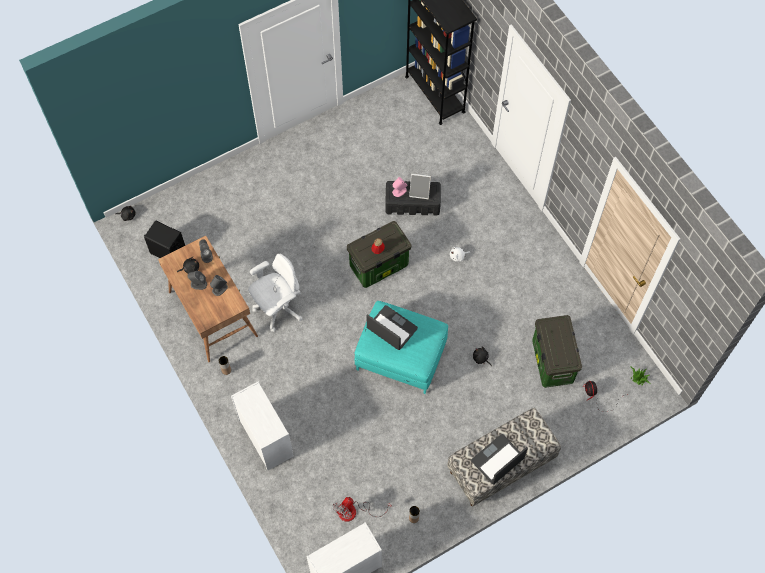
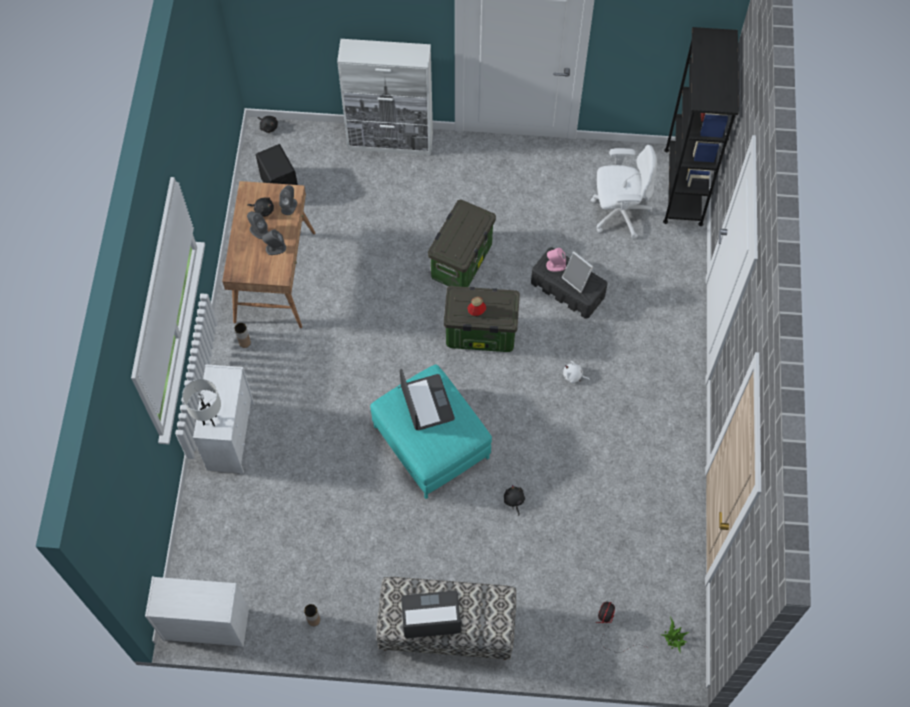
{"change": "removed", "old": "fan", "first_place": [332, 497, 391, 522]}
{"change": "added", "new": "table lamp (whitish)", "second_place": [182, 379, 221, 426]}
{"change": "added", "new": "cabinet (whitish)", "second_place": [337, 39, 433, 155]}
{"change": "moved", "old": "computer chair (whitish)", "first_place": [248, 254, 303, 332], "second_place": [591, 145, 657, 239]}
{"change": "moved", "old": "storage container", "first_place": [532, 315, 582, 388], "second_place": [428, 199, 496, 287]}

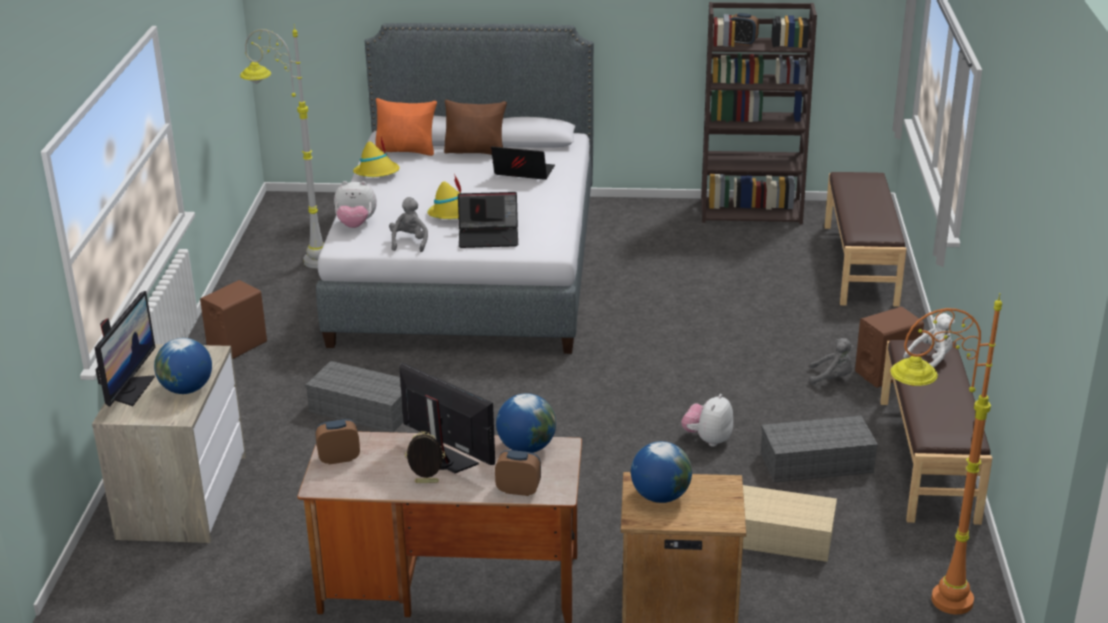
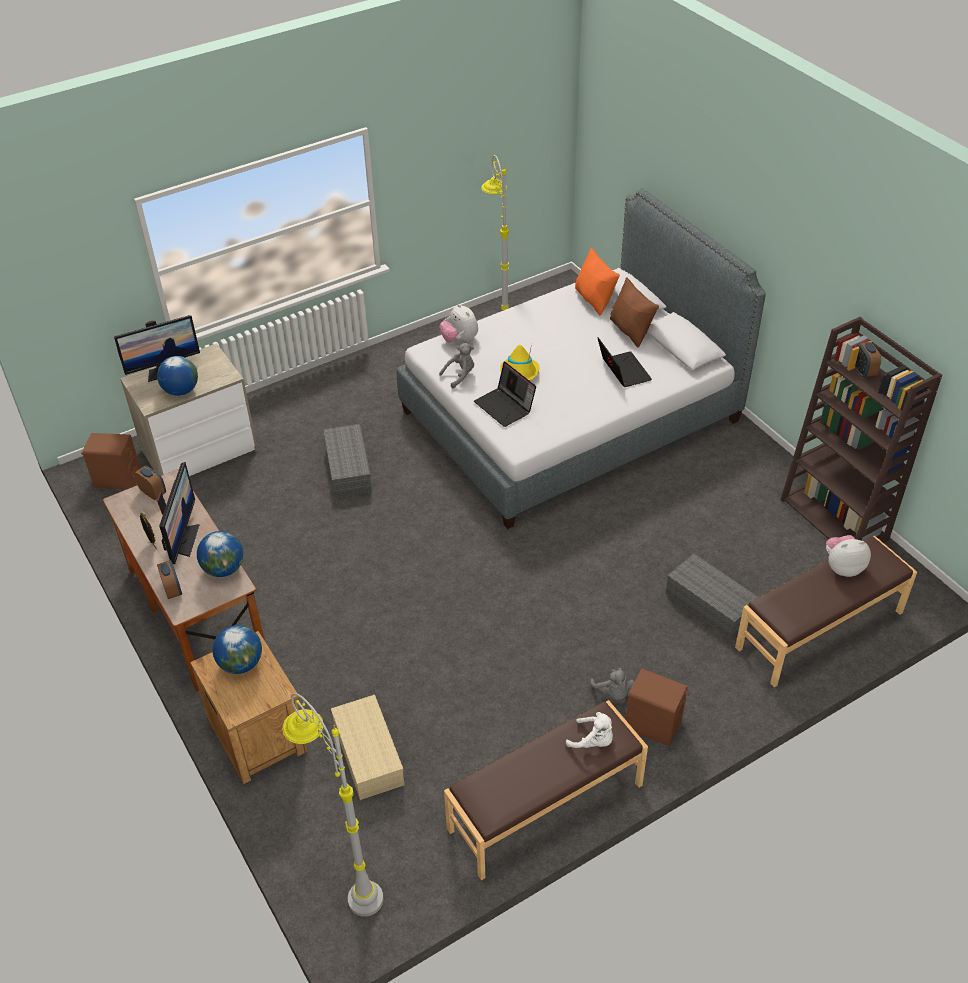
{"change": "removed", "old": "clothing hat (yellowish)", "first_place": [353, 137, 400, 177]}
{"change": "moved", "old": "loudspeaker (brown-coloured)", "first_place": [200, 280, 267, 359], "second_place": [81, 433, 141, 489]}
{"change": "moved", "old": "soft toy", "first_place": [681, 394, 733, 447], "second_place": [826, 535, 871, 577]}
{"change": "moved", "old": "storage container (gray)", "first_place": [761, 415, 878, 483], "second_place": [666, 554, 758, 640]}
{"change": "recoloured", "old": "standing lamp (orange-coloured)", "new": "standing lamp (gray)", "first_place": [890, 293, 1002, 615], "second_place": [283, 693, 384, 917]}

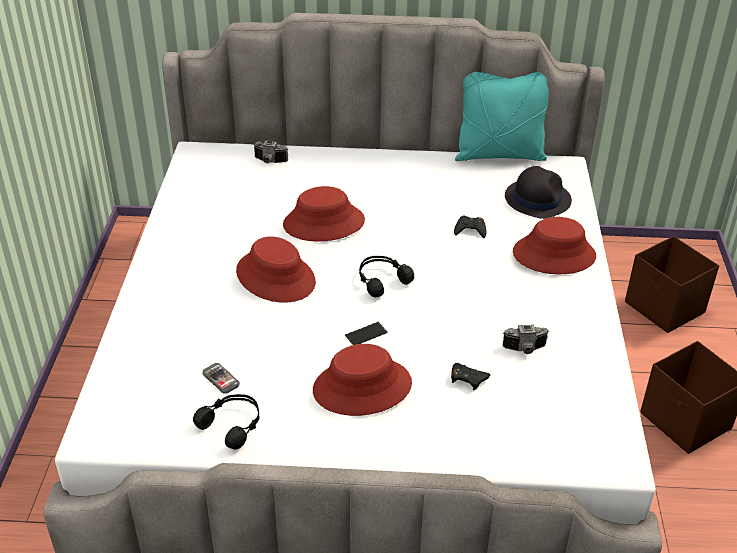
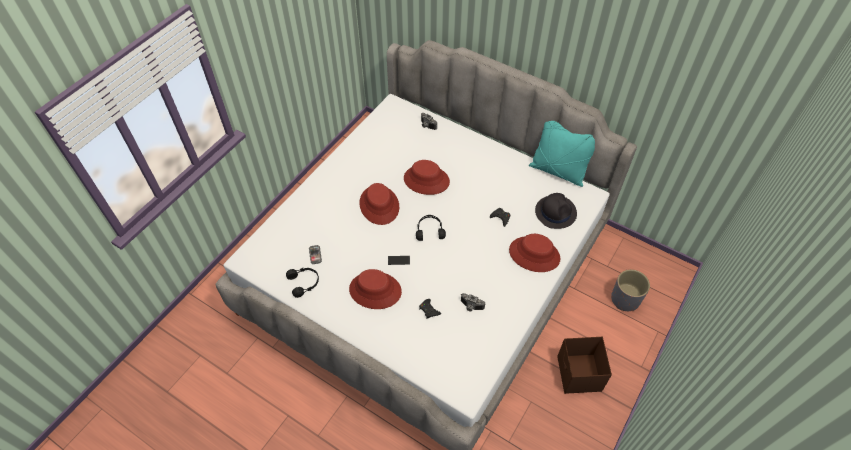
{"change": "replaced", "old": "storage container (brown-coloured)", "new": "flower pot (gray)", "first_place": [625, 236, 719, 333], "second_place": [611, 269, 650, 311]}

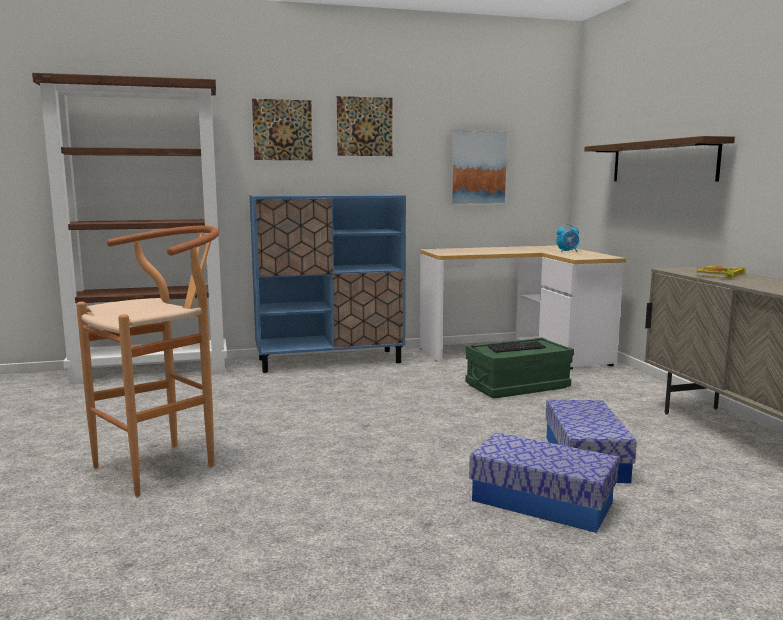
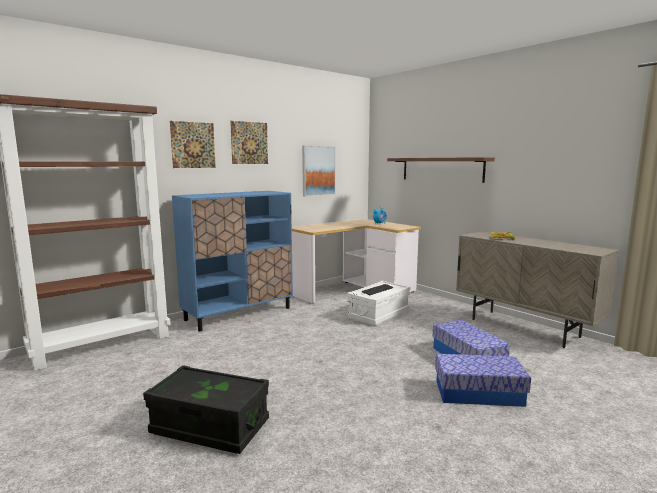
{"change": "replaced", "old": "stool seat (brown-coloured)", "new": "storage container (blackish)", "first_place": [76, 226, 219, 497], "second_place": [143, 365, 269, 454]}
{"change": "recoloured", "old": "storage container (greenish)", "new": "storage container (whitish)", "first_place": [465, 337, 574, 398], "second_place": [347, 281, 410, 326]}

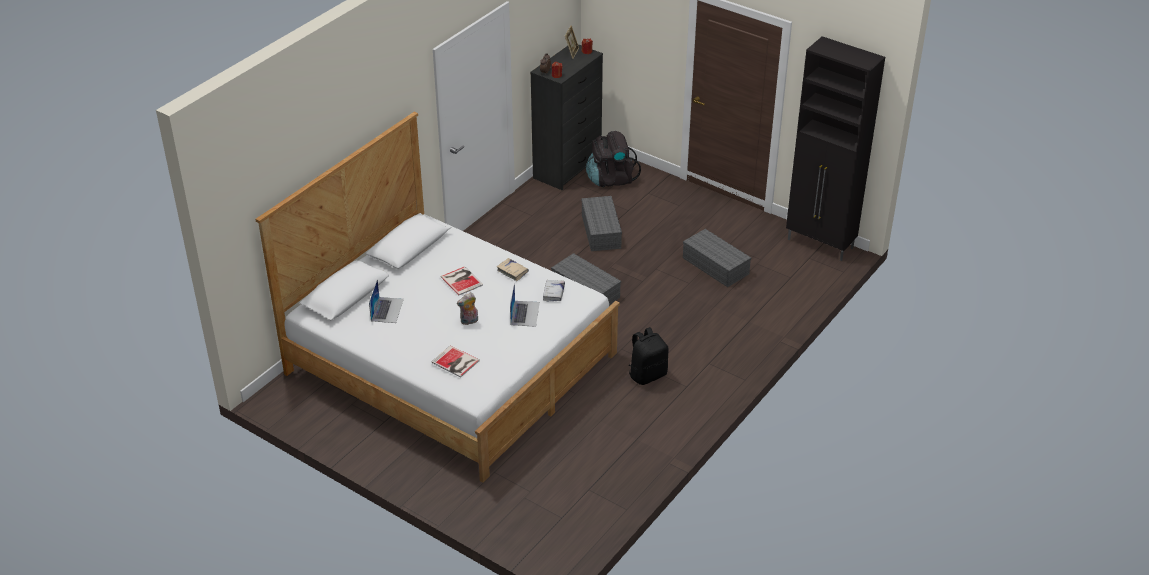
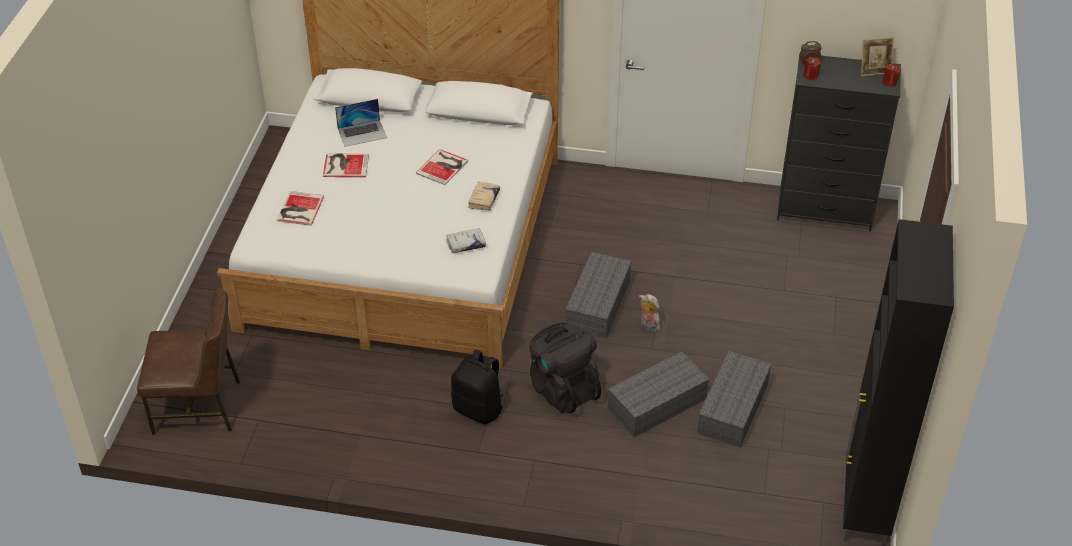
{"change": "removed", "old": "portable computer", "first_place": [510, 283, 540, 327]}
{"change": "added", "new": "plain chair (brown-coloured)", "second_place": [137, 288, 240, 435]}
{"change": "added", "new": "bound book", "second_place": [323, 154, 369, 177]}
{"change": "moved", "old": "soft toy", "first_place": [457, 292, 478, 325], "second_place": [639, 294, 660, 332]}
{"change": "moved", "old": "storage container (gray)", "first_place": [581, 196, 622, 251], "second_place": [608, 351, 709, 437]}
{"change": "moved", "old": "backpack (blackish)", "first_place": [586, 131, 641, 187], "second_place": [530, 323, 601, 413]}

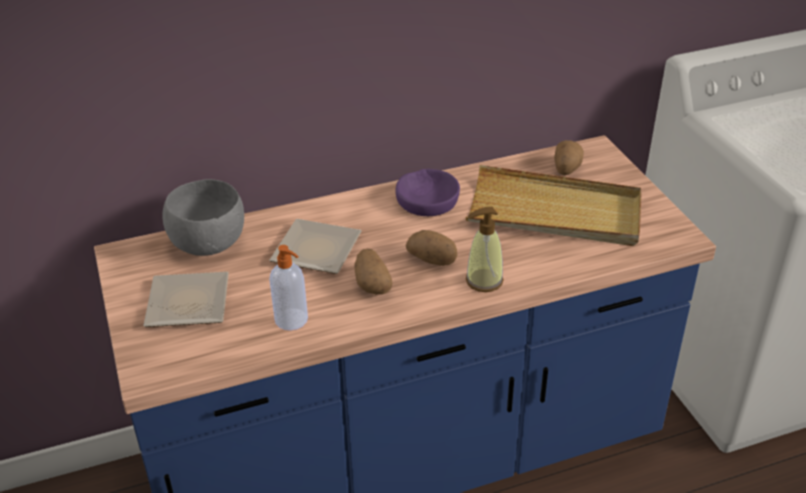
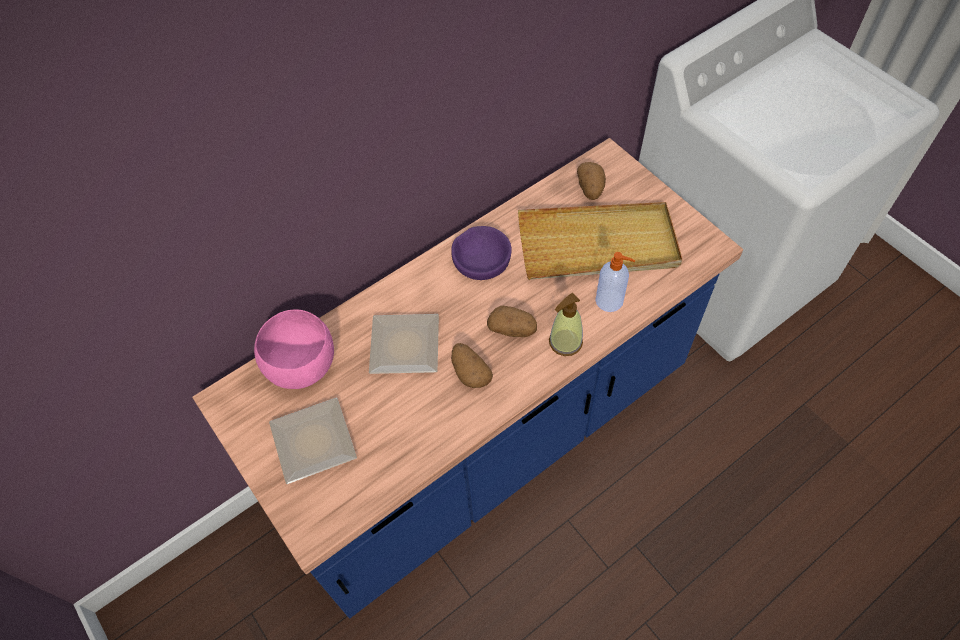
{"change": "moved", "old": "soap bottle", "first_place": [269, 245, 308, 331], "second_place": [595, 252, 636, 312]}
{"change": "recoloured", "old": "serving bowl (gray)", "new": "serving bowl (pink-coloured)", "first_place": [162, 179, 244, 256], "second_place": [254, 309, 334, 389]}

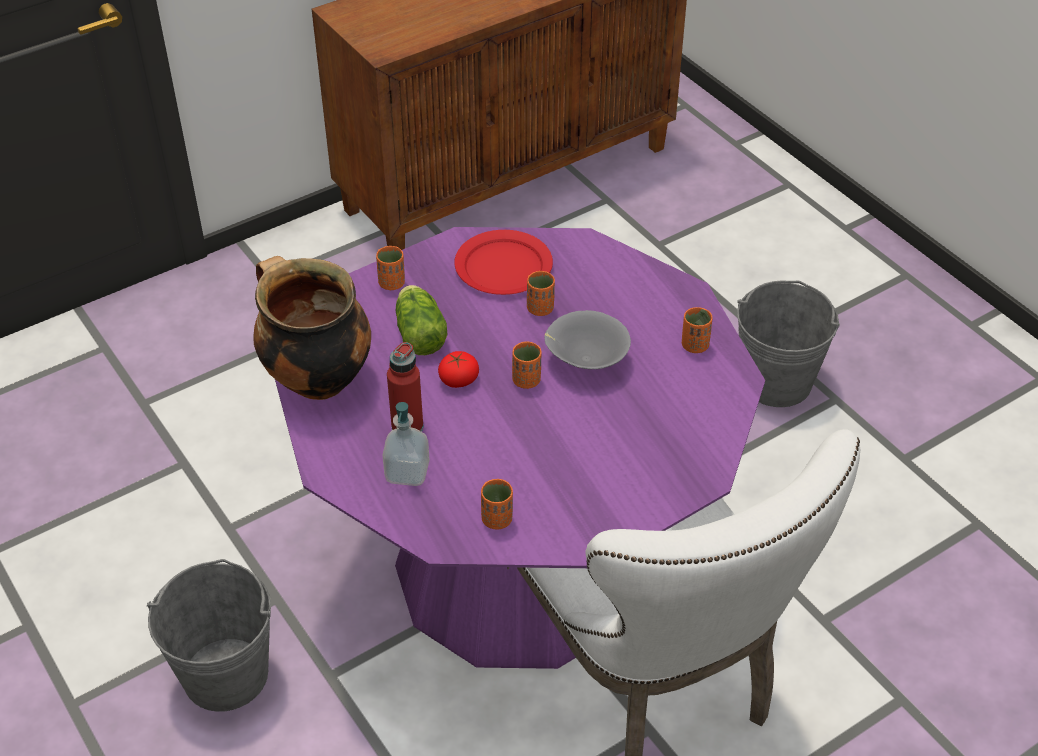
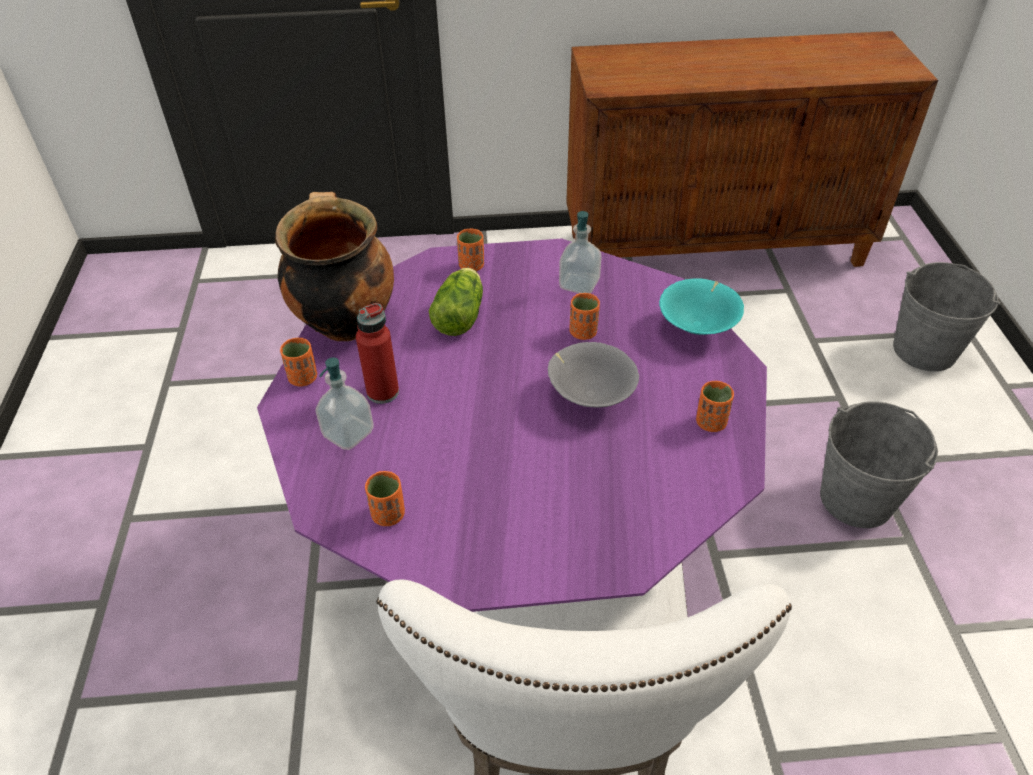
{"change": "removed", "old": "whole tomato", "first_place": [438, 351, 479, 388]}
{"change": "added", "new": "serving bowl (blue-green)", "second_place": [659, 278, 744, 335]}
{"change": "moved", "old": "pail (gray)", "first_place": [147, 559, 271, 712], "second_place": [893, 262, 1000, 371]}
{"change": "moved", "old": "cup (orange-coloured)", "first_place": [512, 341, 542, 389], "second_place": [280, 338, 317, 387]}
{"change": "replaced", "old": "dinner plate (red)", "new": "soap bottle", "first_place": [454, 230, 553, 295], "second_place": [559, 211, 601, 293]}

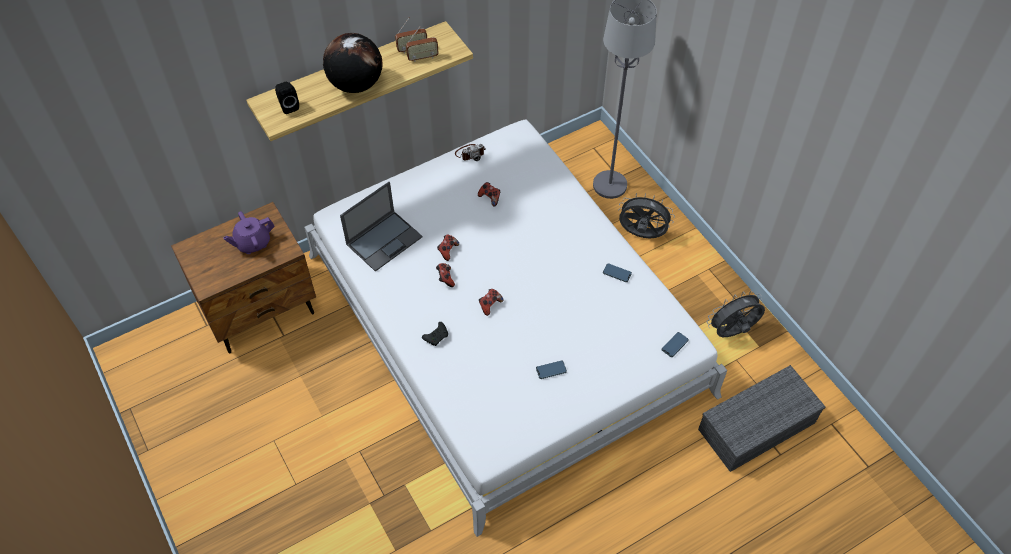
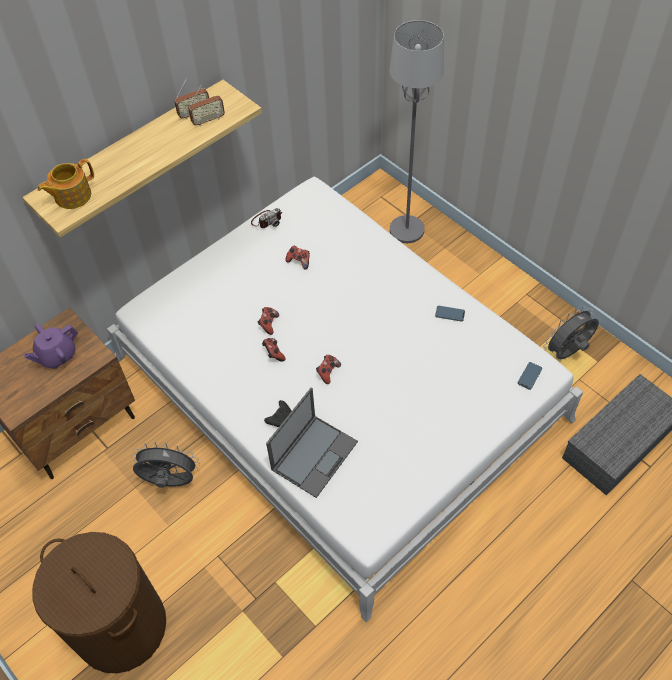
{"change": "removed", "old": "world globe", "first_place": [323, 33, 383, 93]}
{"change": "removed", "old": "phone", "first_place": [536, 361, 567, 379]}
{"change": "added", "new": "washing basket (brown-coloured)", "second_place": [32, 532, 166, 673]}
{"change": "moved", "old": "portable computer", "first_place": [340, 182, 423, 272], "second_place": [266, 388, 358, 498]}
{"change": "moved", "old": "fan (gray)", "first_place": [618, 193, 675, 238], "second_place": [132, 442, 200, 488]}
{"change": "replaced", "old": "loudspeaker (blackish)", "new": "teapot", "first_place": [275, 82, 299, 114], "second_place": [37, 159, 94, 209]}

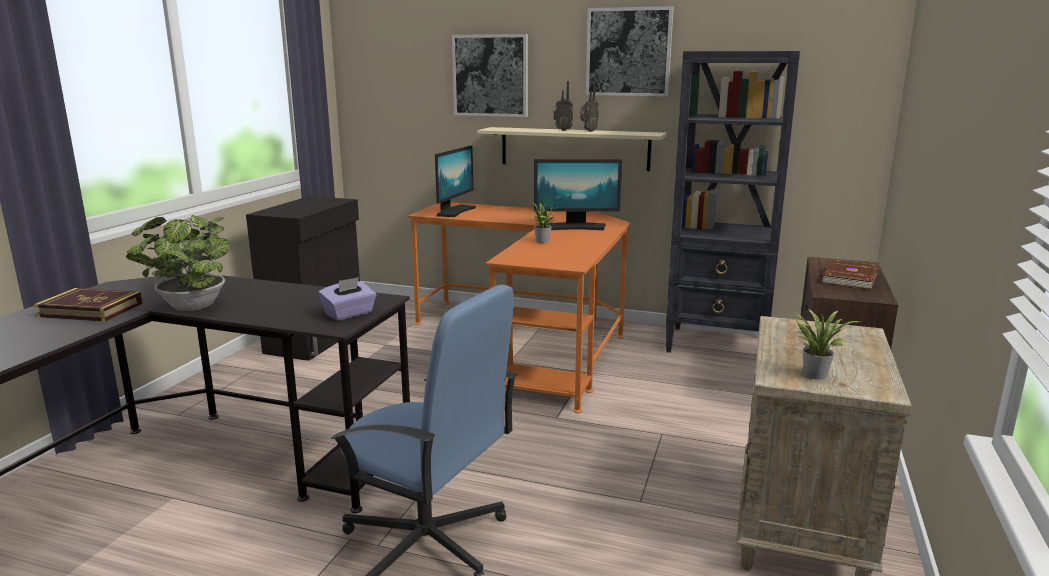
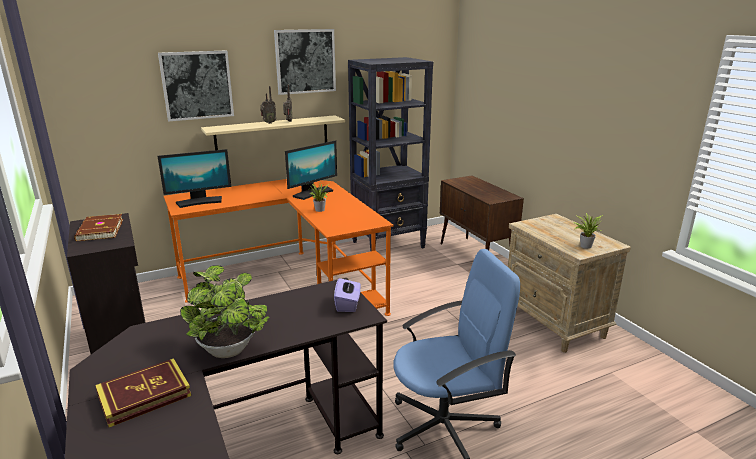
{"change": "moved", "old": "bound book (brown-coloured)", "first_place": [821, 260, 879, 290], "second_place": [74, 214, 123, 241]}
{"change": "turned", "old": "monitor", "first_place": [435, 145, 476, 217], "second_place": [158, 149, 231, 208], "degrees": 90}

